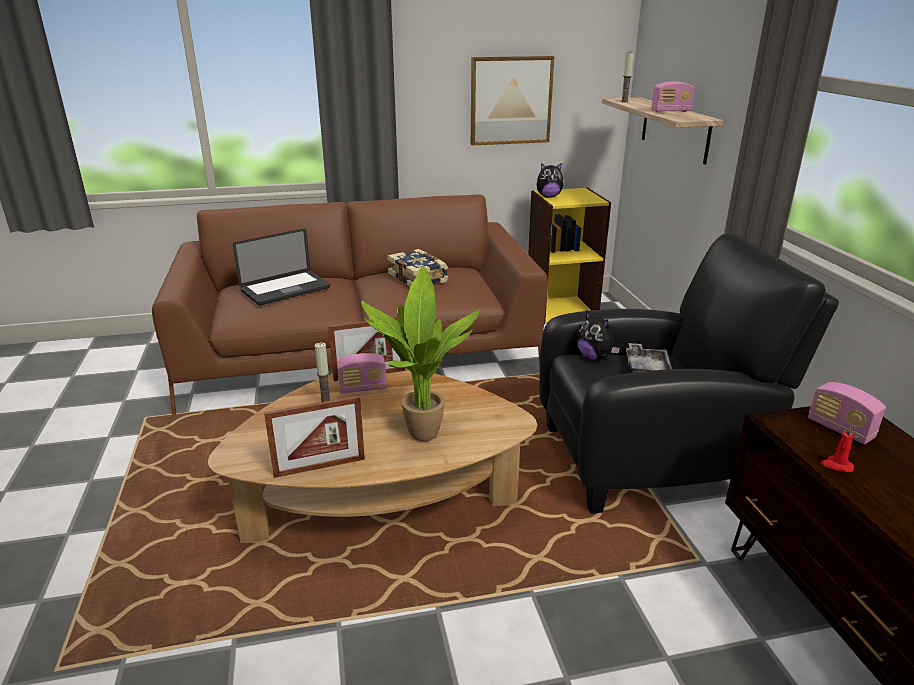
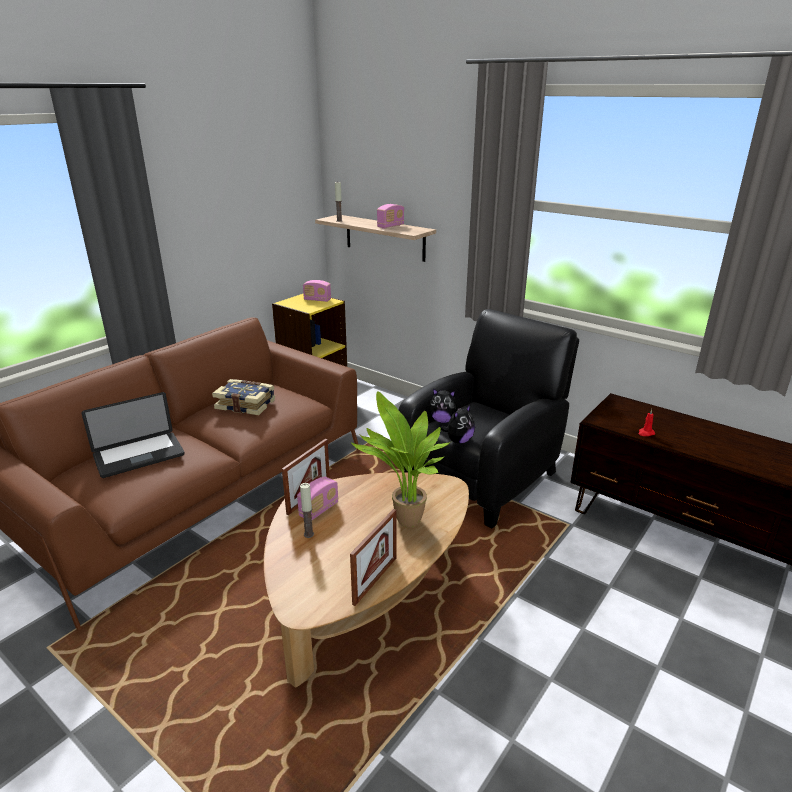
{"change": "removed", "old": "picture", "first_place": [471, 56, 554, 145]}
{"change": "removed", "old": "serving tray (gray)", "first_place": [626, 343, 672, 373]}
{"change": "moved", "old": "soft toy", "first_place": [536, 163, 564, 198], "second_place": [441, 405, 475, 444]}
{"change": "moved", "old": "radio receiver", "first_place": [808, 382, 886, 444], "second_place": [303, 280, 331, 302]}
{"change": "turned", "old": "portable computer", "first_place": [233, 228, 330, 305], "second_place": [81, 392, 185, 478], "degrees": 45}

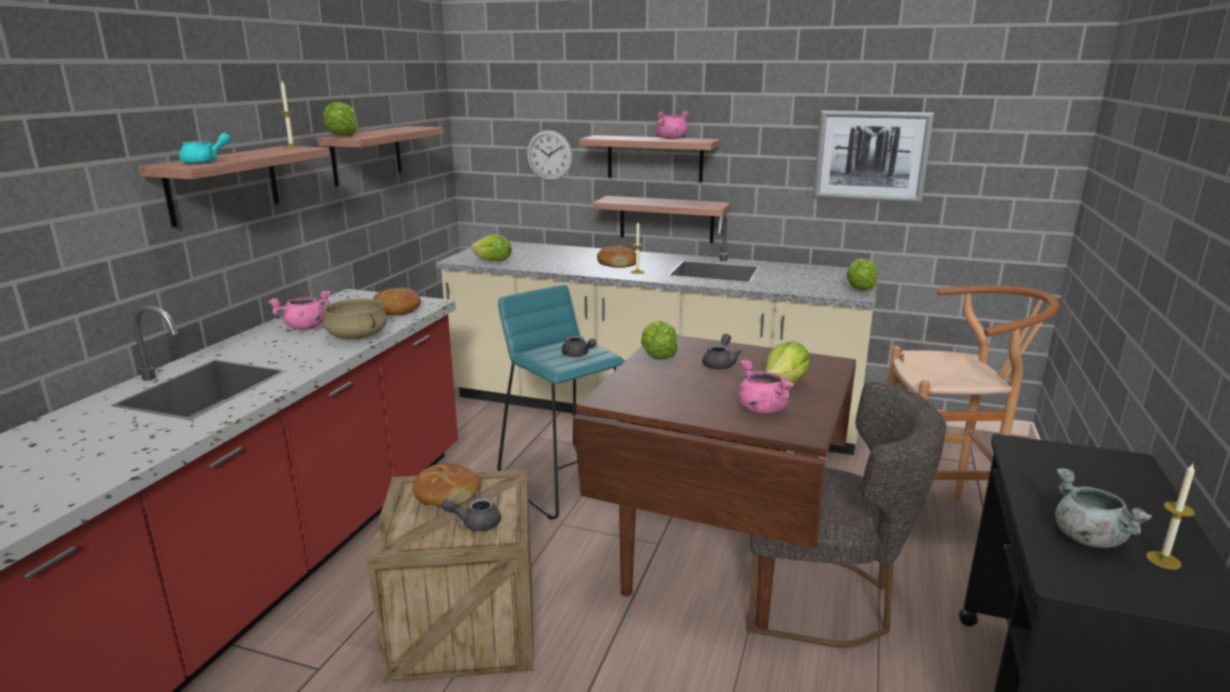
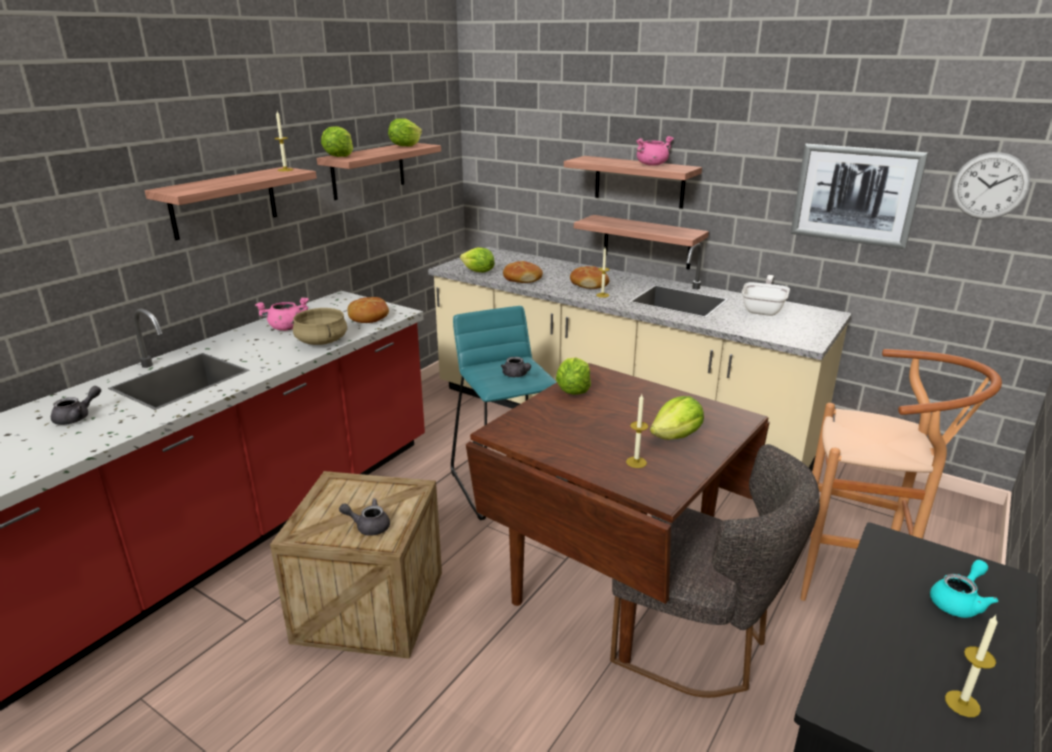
{"change": "removed", "old": "stockpot (gray)", "first_place": [1055, 468, 1153, 548]}
{"change": "added", "new": "frying pan", "second_place": [741, 275, 790, 316]}
{"change": "moved", "old": "teapot (blue-green)", "first_place": [179, 133, 231, 164], "second_place": [930, 560, 998, 618]}
{"change": "moved", "old": "bread", "first_place": [413, 463, 481, 506], "second_place": [503, 261, 543, 283]}
{"change": "moved", "old": "hanging clock", "first_place": [527, 130, 573, 181], "second_place": [952, 152, 1030, 219]}
{"change": "moved", "old": "teapot (gray)", "first_place": [702, 334, 742, 370], "second_place": [51, 386, 101, 425]}
{"change": "moved", "old": "lettuce head", "first_place": [846, 259, 877, 290], "second_place": [388, 118, 422, 147]}
{"change": "replaced", "old": "stockpot (pink-coloured)", "new": "wax candle", "first_place": [738, 360, 795, 414], "second_place": [626, 394, 648, 468]}

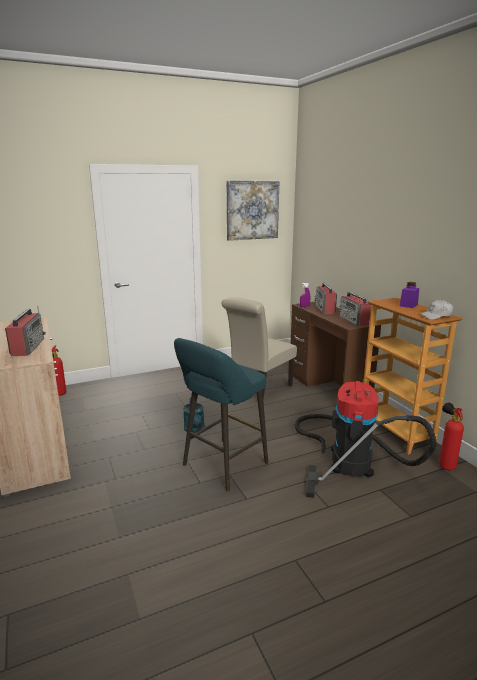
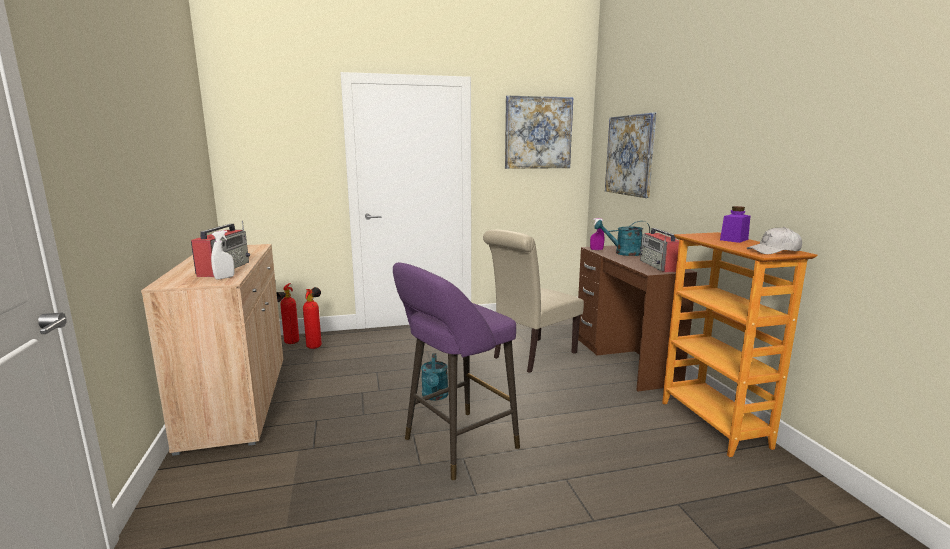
{"change": "removed", "old": "hoover", "first_place": [295, 381, 437, 498]}
{"change": "added", "new": "hand sprayer (whitish)", "second_place": [211, 230, 235, 280]}
{"change": "added", "new": "picture", "second_place": [605, 112, 656, 198]}
{"change": "moved", "old": "extinguisher", "first_place": [439, 402, 464, 470], "second_place": [303, 287, 322, 349]}
{"change": "replaced", "old": "radio receiver", "new": "watering can (blue-green)", "first_place": [315, 283, 337, 314], "second_place": [594, 220, 650, 256]}
{"change": "recoloured", "old": "stool seat (blue-green)", "new": "stool seat (purplish)", "first_place": [174, 338, 268, 491], "second_place": [393, 262, 520, 480]}

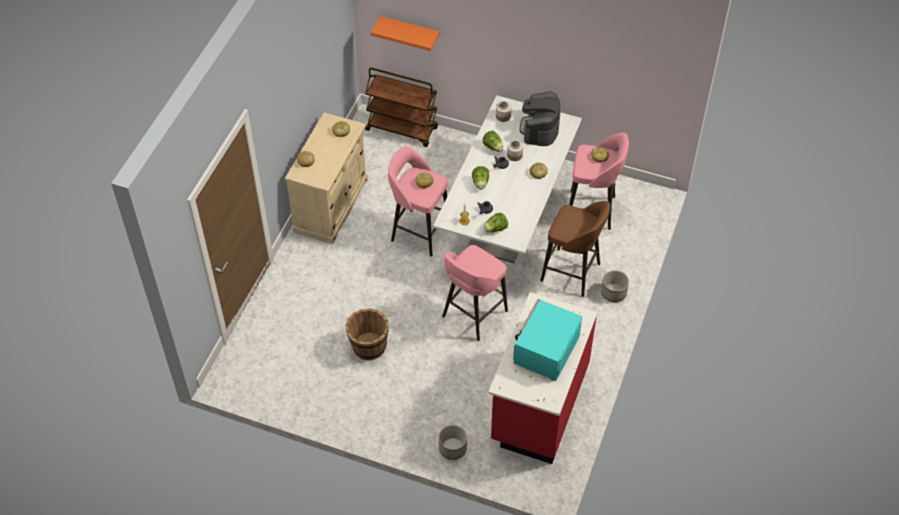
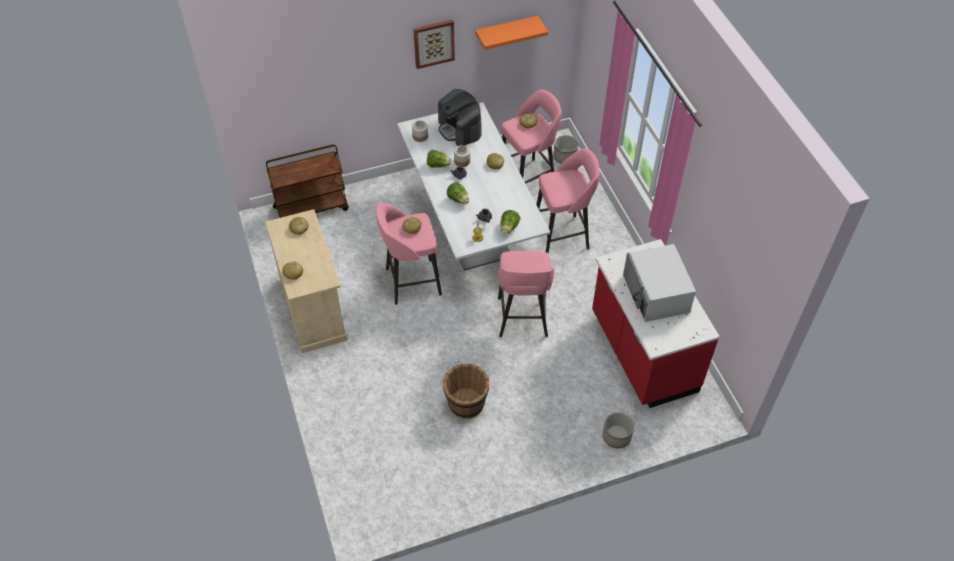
{"change": "added", "new": "picture", "second_place": [413, 20, 455, 69]}
{"change": "moved", "old": "wall shelf (orange-coloured)", "first_place": [370, 16, 440, 51], "second_place": [475, 16, 548, 50]}
{"change": "moved", "old": "flower pot", "first_place": [601, 270, 629, 302], "second_place": [553, 135, 578, 164]}
{"change": "recoloured", "old": "microwave (blue-green)", "new": "microwave (whitish)", "first_place": [513, 299, 582, 381], "second_place": [623, 244, 696, 322]}
{"change": "recoloured", "old": "stool seat (brown-coloured)", "new": "stool seat (pink-coloured)", "first_place": [540, 201, 610, 297], "second_place": [536, 148, 599, 253]}

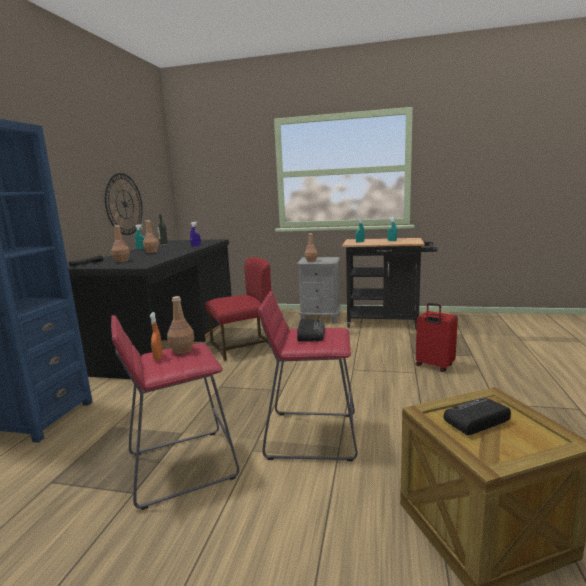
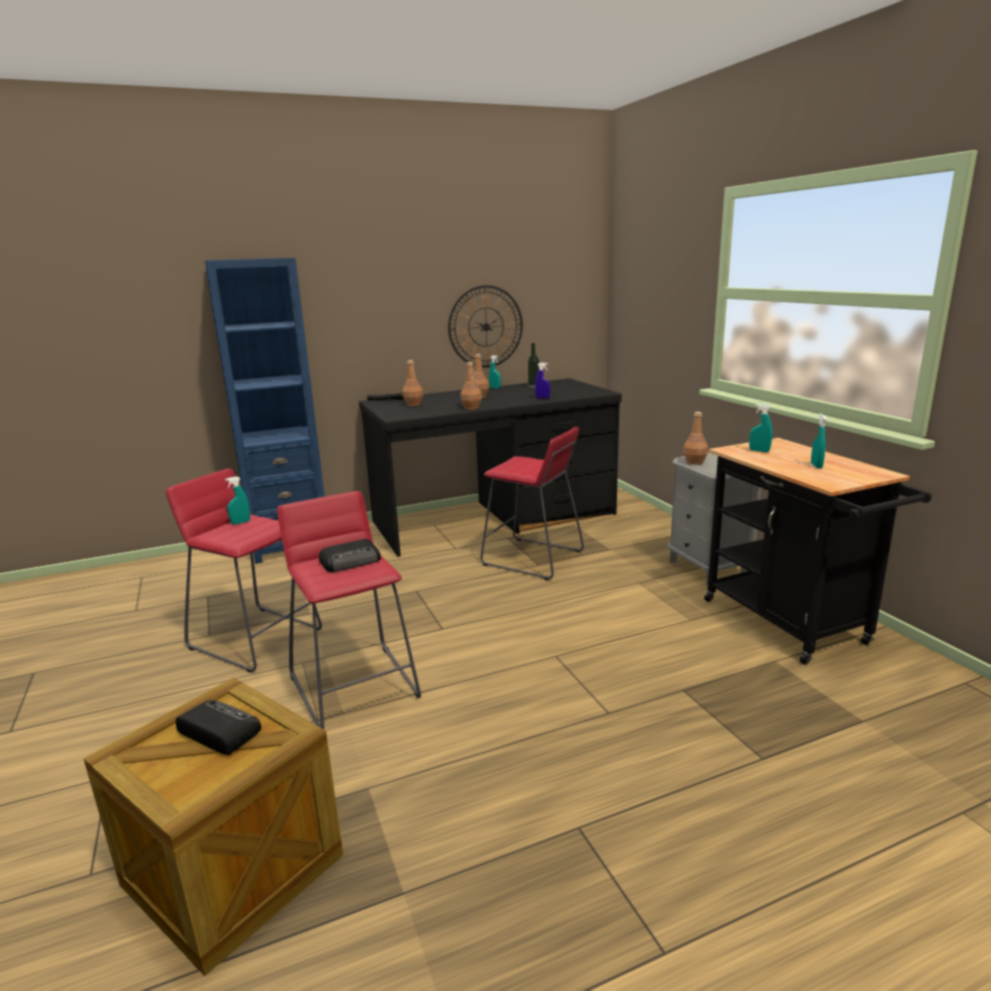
{"change": "removed", "old": "piece of luggage (red)", "first_place": [416, 303, 458, 372]}
{"change": "moved", "old": "drink bottle (brown-coloured)", "first_place": [167, 296, 194, 354], "second_place": [461, 362, 482, 410]}
{"change": "replaced", "old": "plain chair (red)", "new": "stool seat (red)", "first_place": [205, 257, 271, 361], "second_place": [480, 427, 584, 580]}
{"change": "recoloured", "old": "hand sprayer (orange-coloured)", "new": "hand sprayer (blue-green)", "first_place": [149, 312, 163, 360], "second_place": [225, 476, 250, 525]}

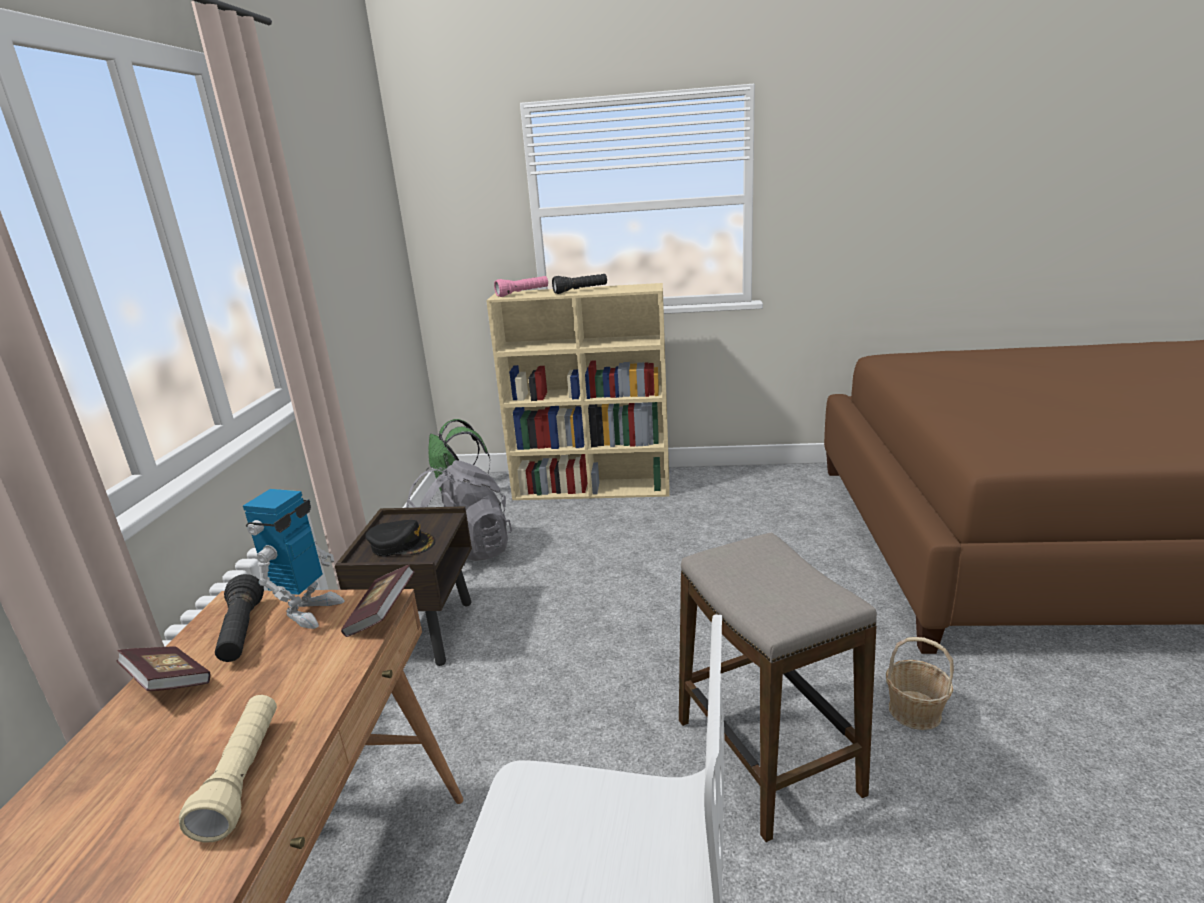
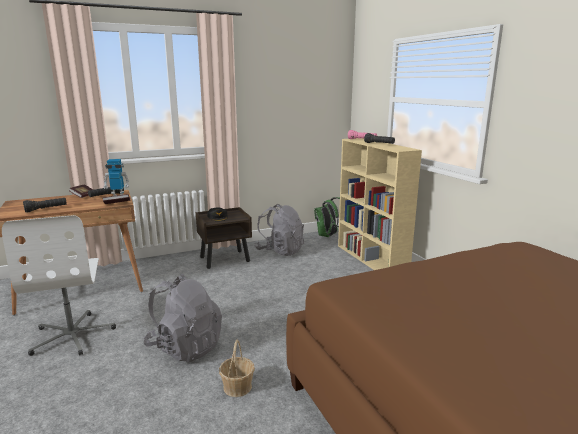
{"change": "replaced", "old": "stool seat", "new": "backpack (gray)", "first_place": [679, 532, 877, 842], "second_place": [143, 274, 222, 362]}
{"change": "recoloured", "old": "flashlight (beige-coloured)", "new": "flashlight (blackish)", "first_place": [179, 695, 277, 843], "second_place": [23, 198, 67, 213]}

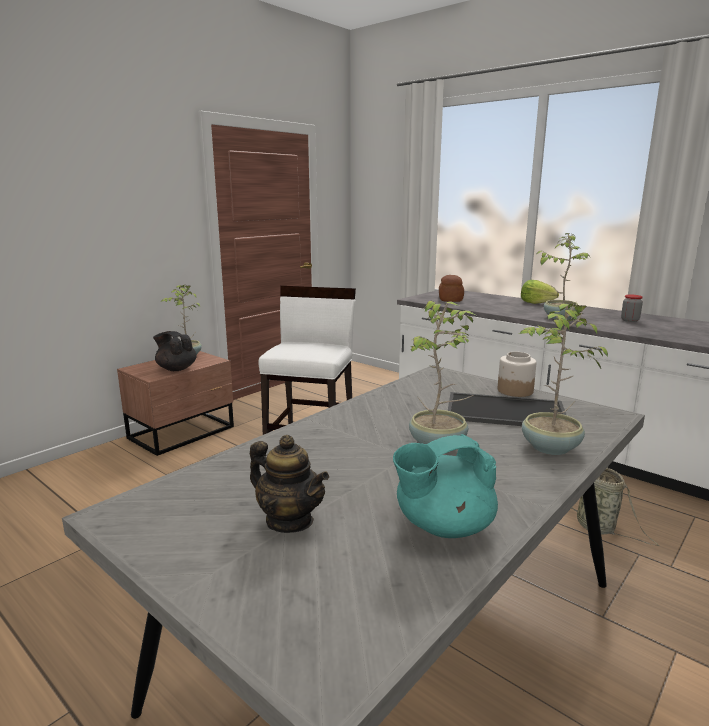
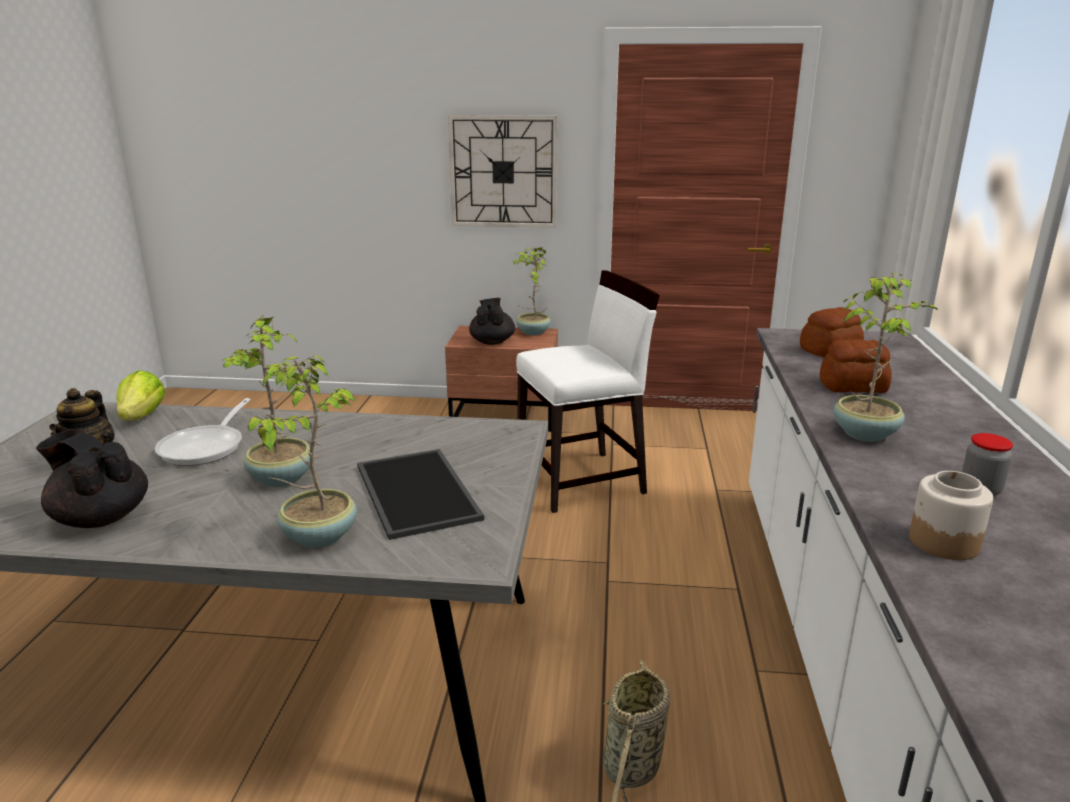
{"change": "added", "new": "frying pan", "second_place": [155, 398, 251, 466]}
{"change": "added", "new": "hanging clock", "second_place": [448, 115, 557, 228]}
{"change": "added", "new": "bread", "second_place": [820, 339, 892, 393]}
{"change": "moved", "old": "preserve jar", "first_place": [498, 352, 537, 397], "second_place": [909, 471, 993, 560]}
{"change": "moved", "old": "lettuce head", "first_place": [521, 280, 559, 304], "second_place": [117, 371, 165, 420]}
{"change": "recoloured", "old": "teapot (blue-green)", "new": "teapot (blackish)", "first_place": [393, 434, 498, 538], "second_place": [36, 428, 148, 528]}

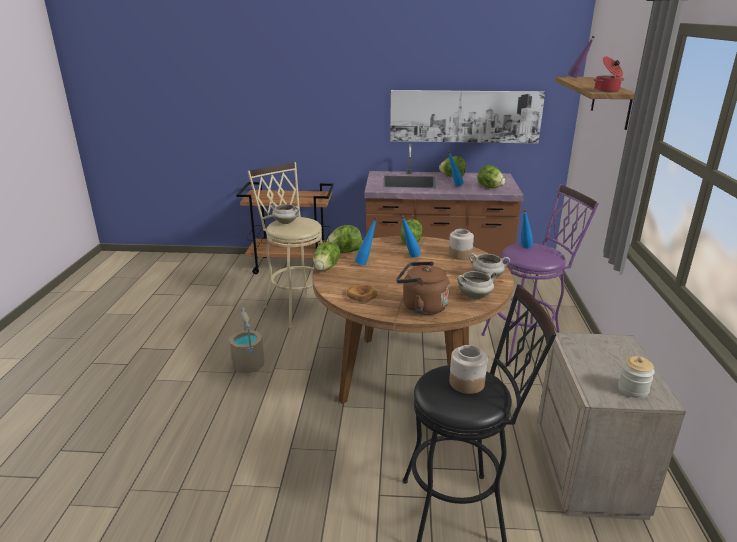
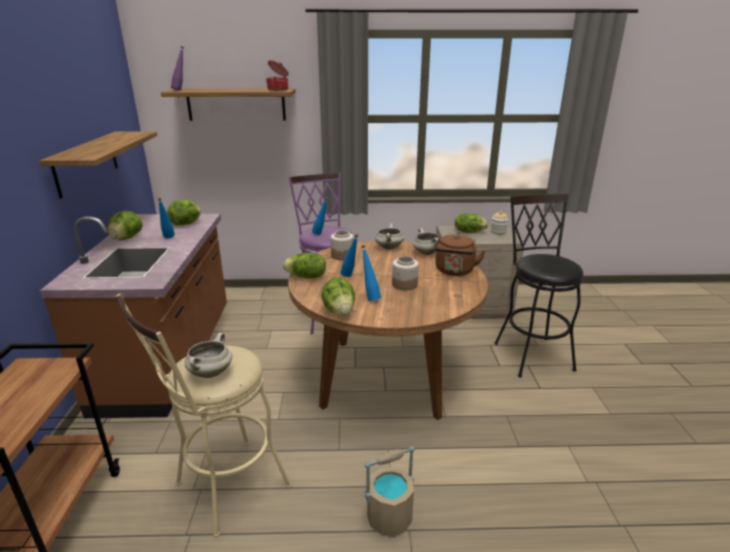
{"change": "removed", "old": "bread", "first_place": [347, 285, 377, 301]}
{"change": "moved", "old": "lettuce head", "first_place": [313, 242, 340, 271], "second_place": [455, 213, 488, 233]}
{"change": "moved", "old": "preserve jar", "first_place": [449, 345, 488, 394], "second_place": [392, 256, 419, 290]}
{"change": "replaced", "old": "picture", "new": "wall shelf", "first_place": [390, 90, 545, 143], "second_place": [39, 131, 157, 199]}

